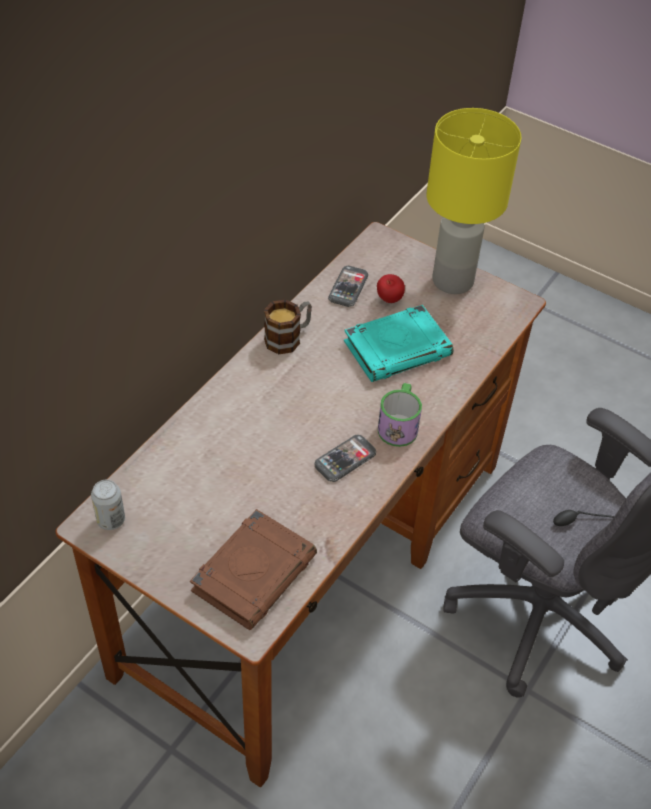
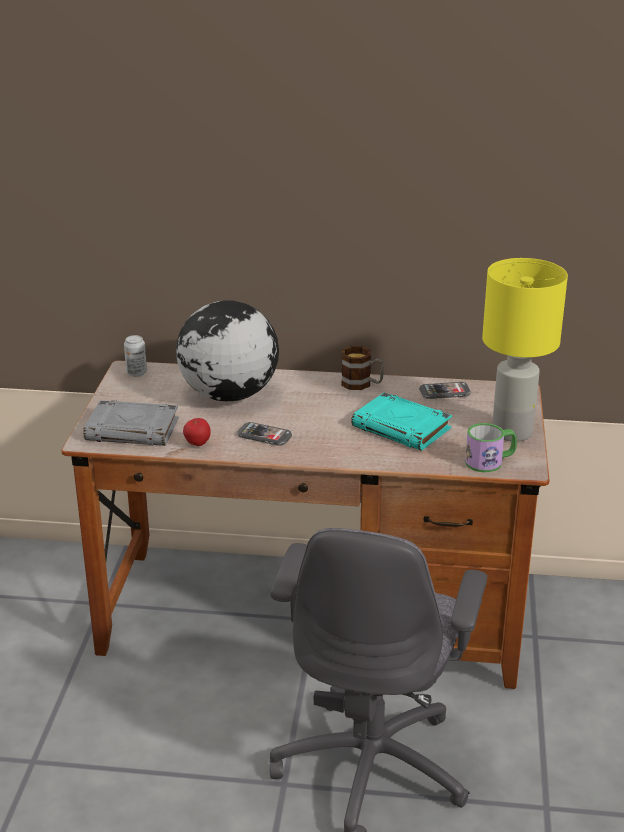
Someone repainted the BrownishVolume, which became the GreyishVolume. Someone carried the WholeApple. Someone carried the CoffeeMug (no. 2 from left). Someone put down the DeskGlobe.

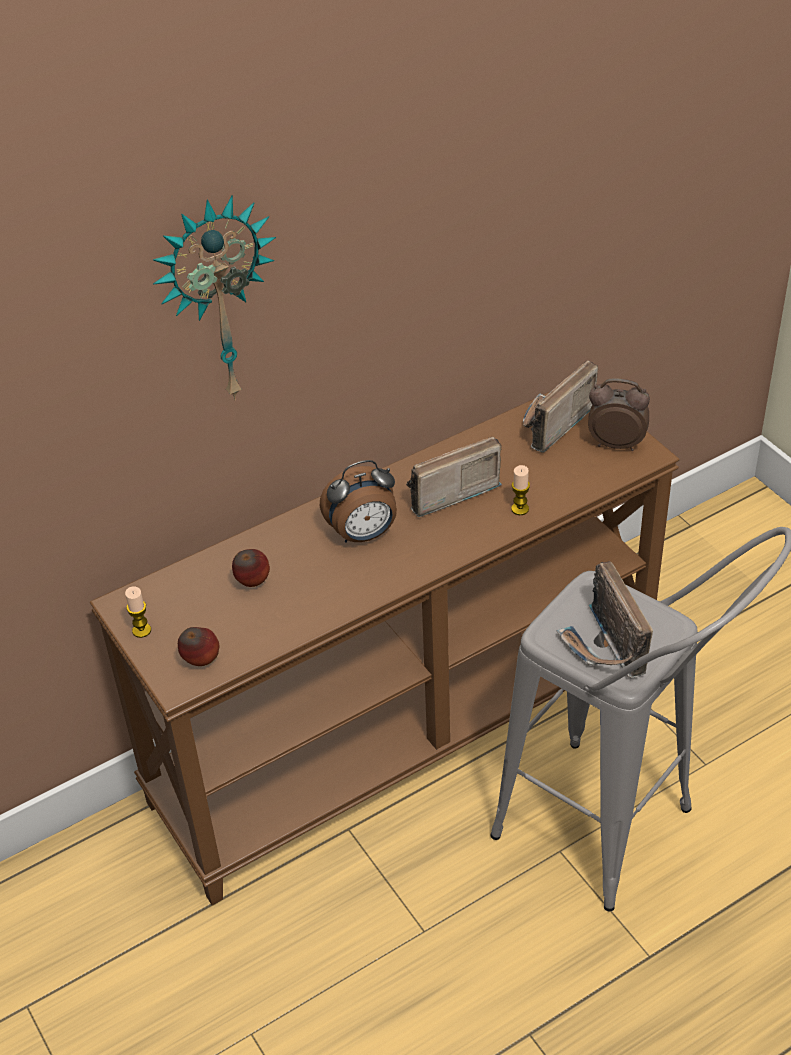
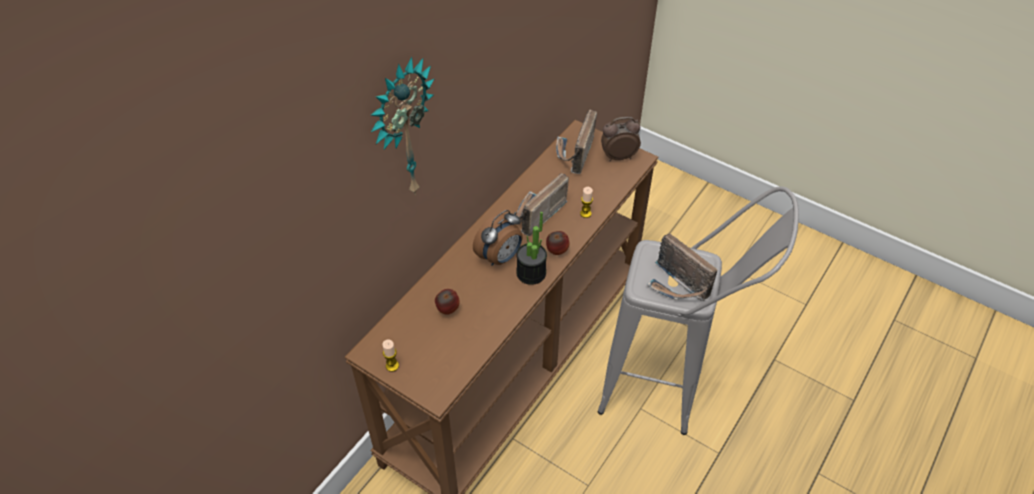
Someone carried the WholeApple (no. 1 from left in the first image). Someone put down the PottedPlant.

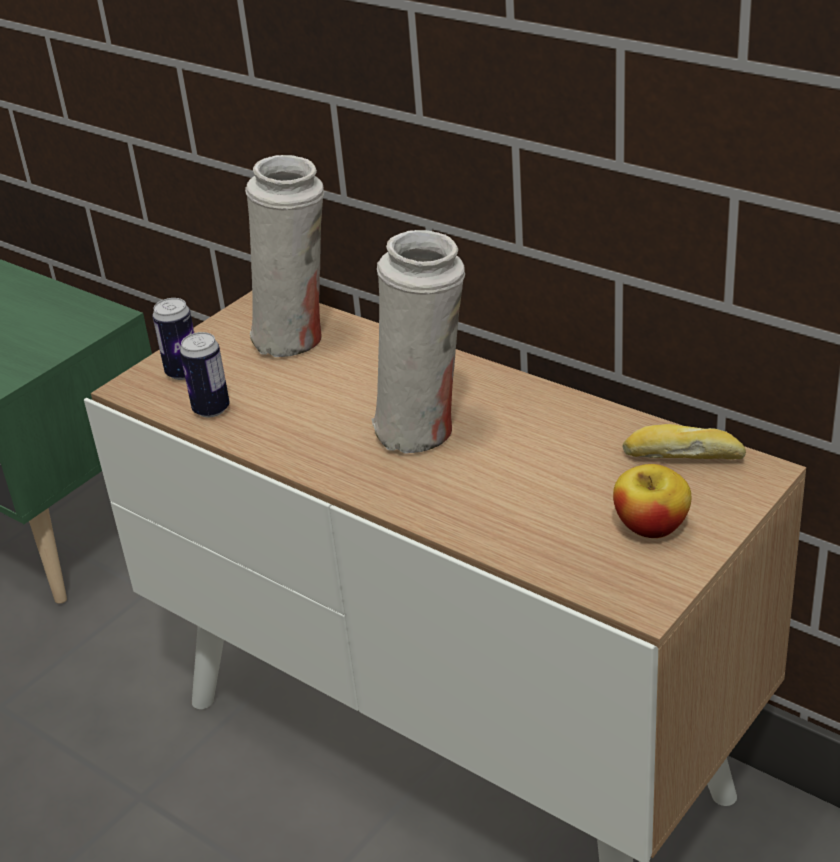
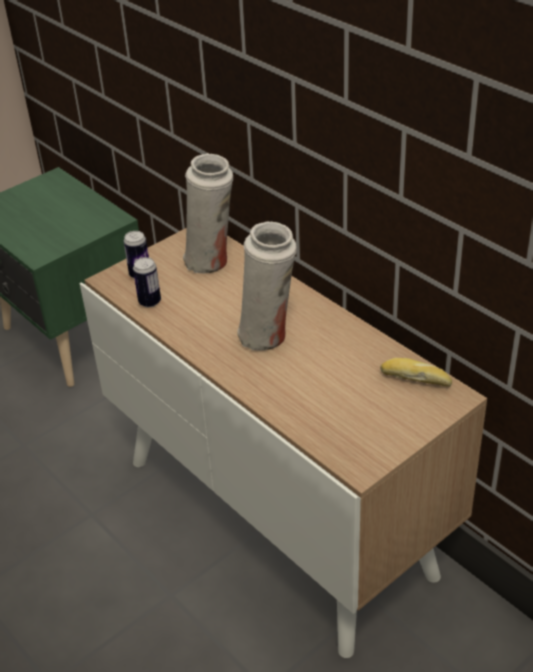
Someone took away the WholeApple.

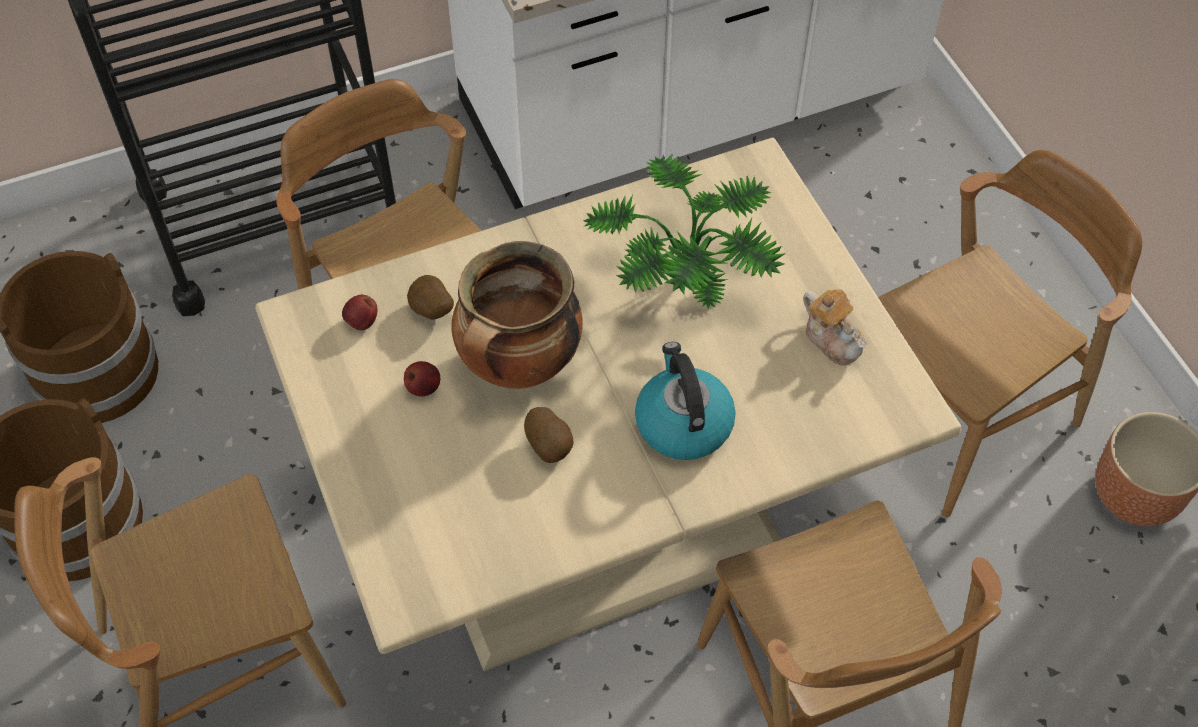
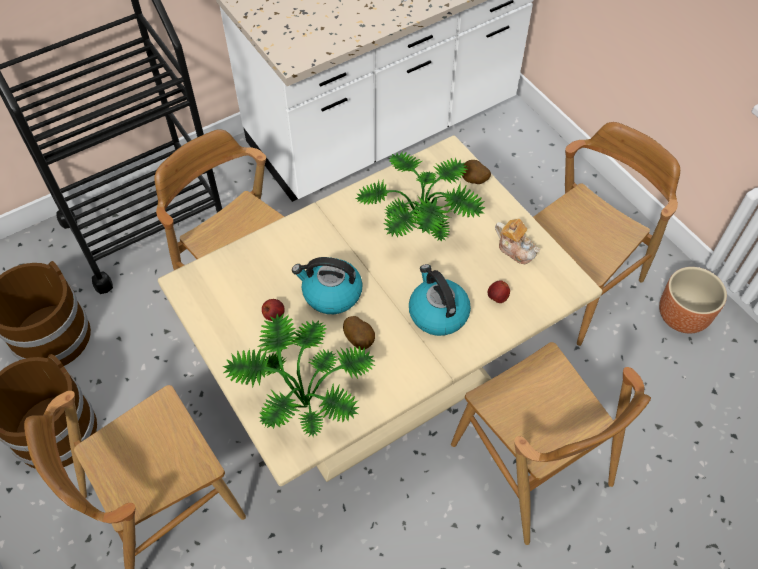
Someone carried the WholeApple (no. 1 from left in the first image). Someone carried the WholePotato (no. 1 from left in the first image). Someone swapped the Stockpot for the Kettle (no. 1 from left). Someone put down the PottedPlant (no. 1 from left).

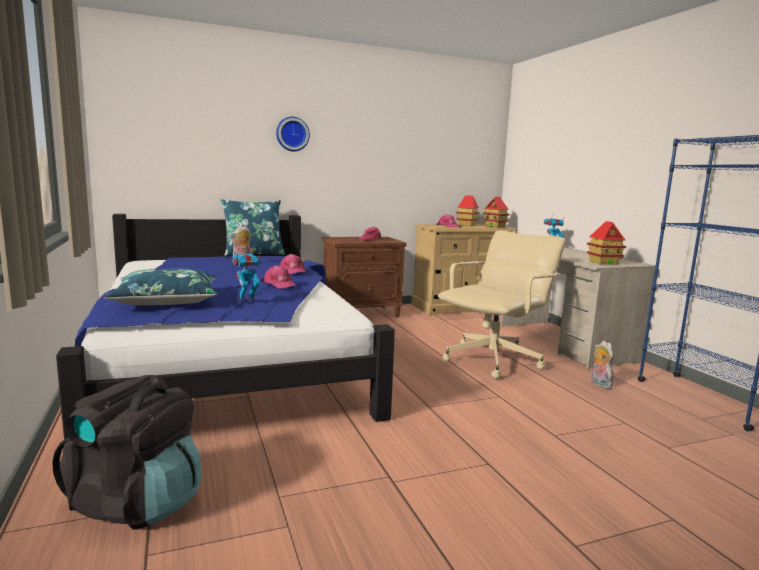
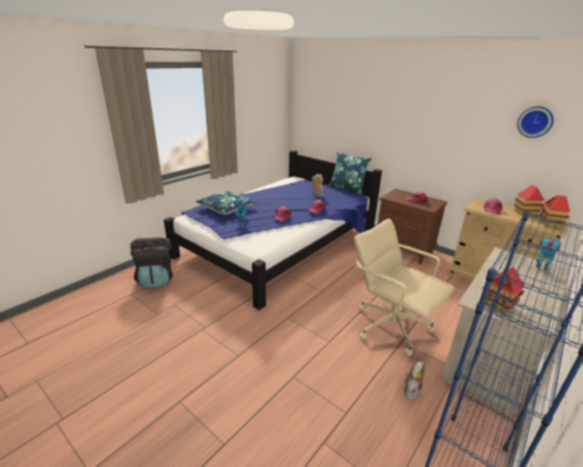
Someone carried the HangingClock. Someone rotated the BeigeDeskChair by 150 degrees counterclockwise.

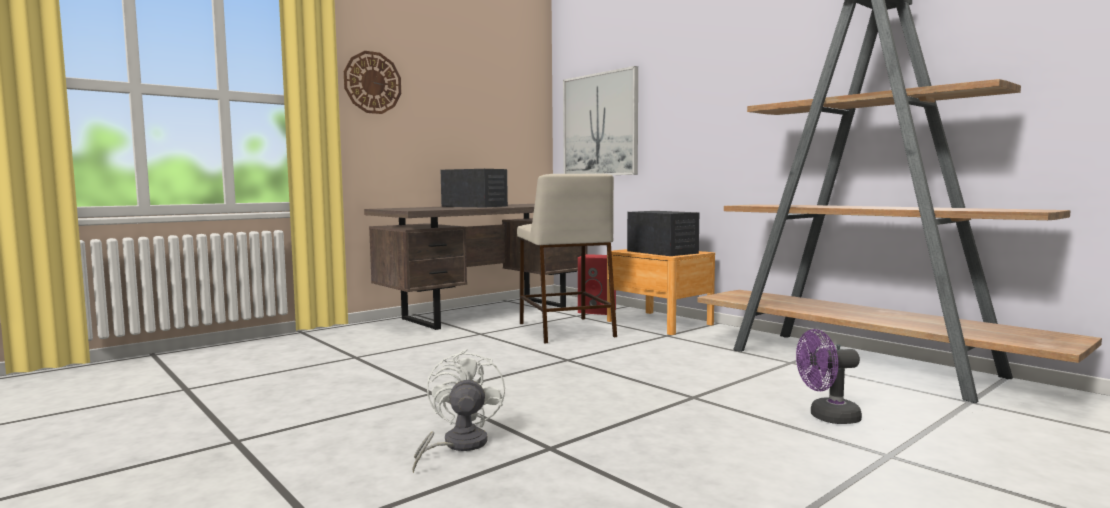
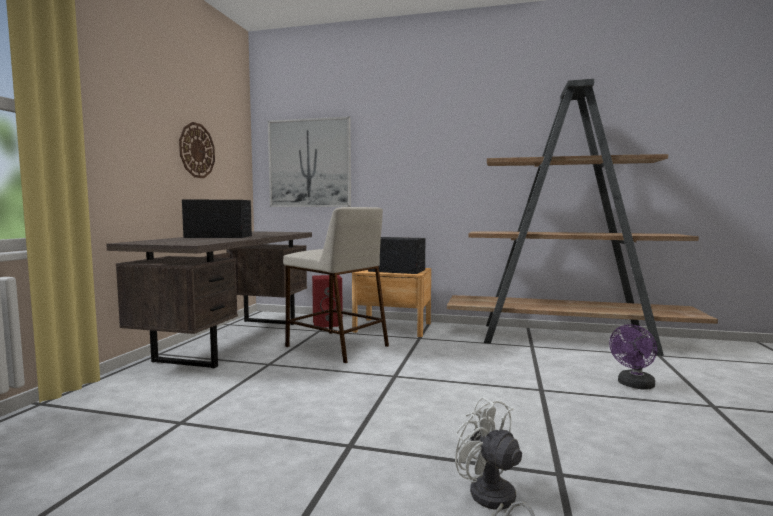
Someone carried the HangingClock.

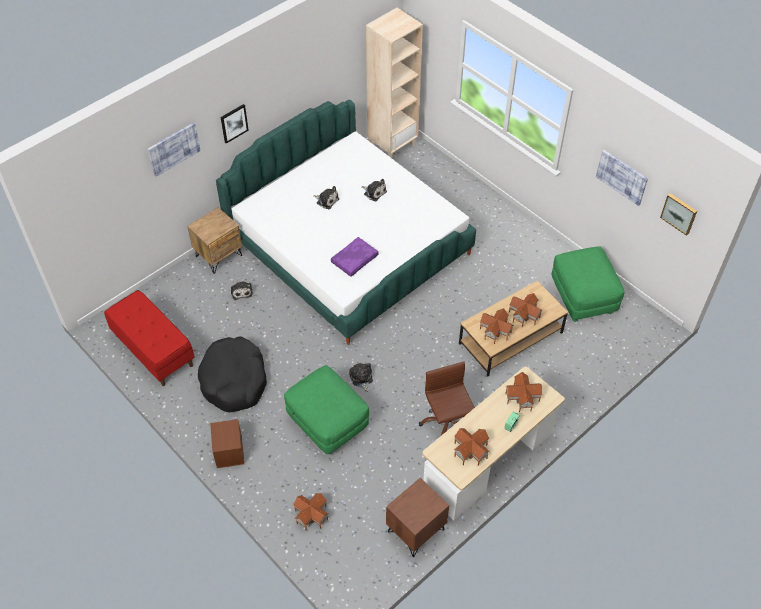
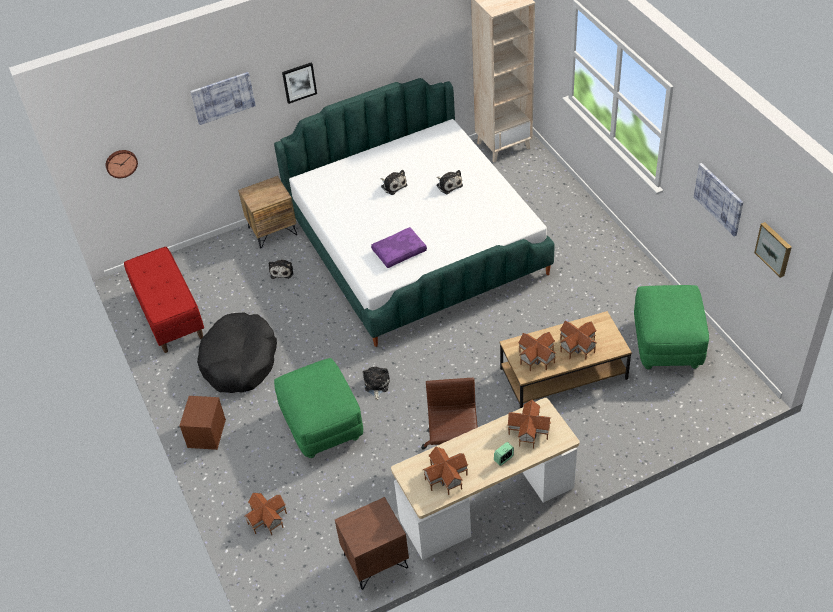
Someone put up the HangingClock.

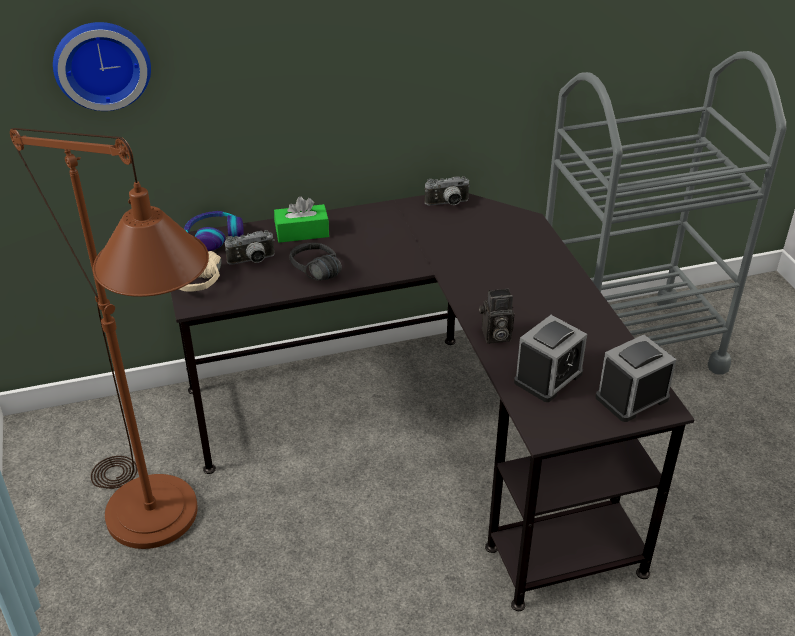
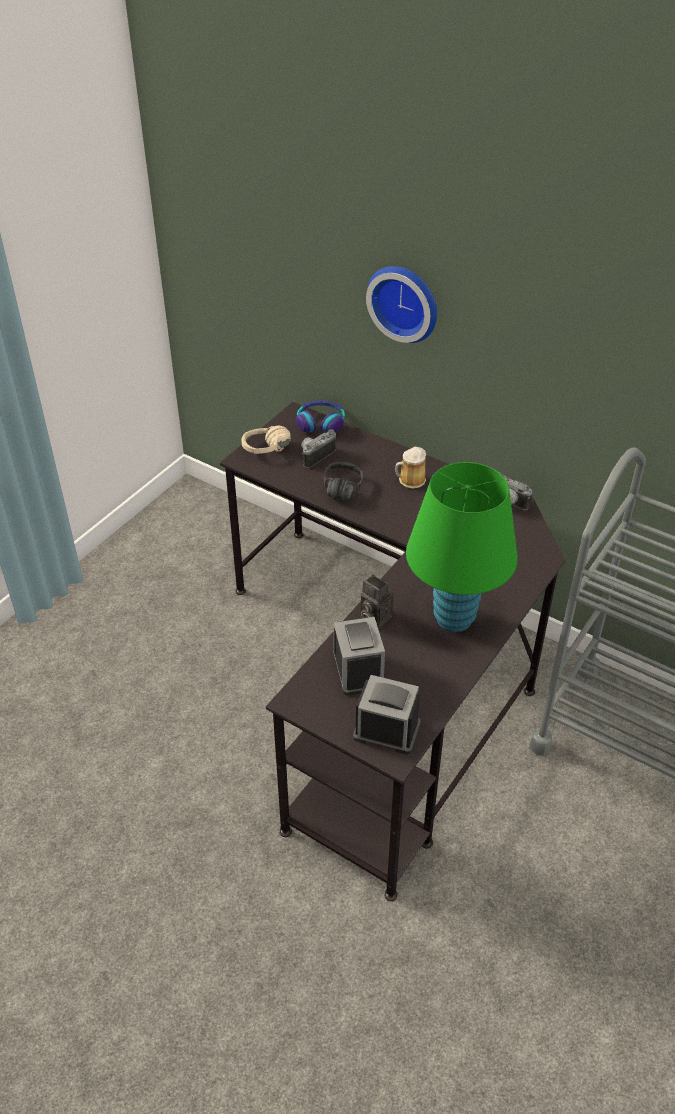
Someone took away the BrownishFloorLamp. Someone carried the HangingClock. Someone rotated the StillCamera (no. 1 from left) by 105 degrees clockwise. Someone took away the GreenColouredBoxOfTissues. Someone rotated the BedsideClock (no. 1 from left) by 105 degrees counterclockwise. Someone put down the CoffeeMug. Someone put down the GreenColouredTableLamp.

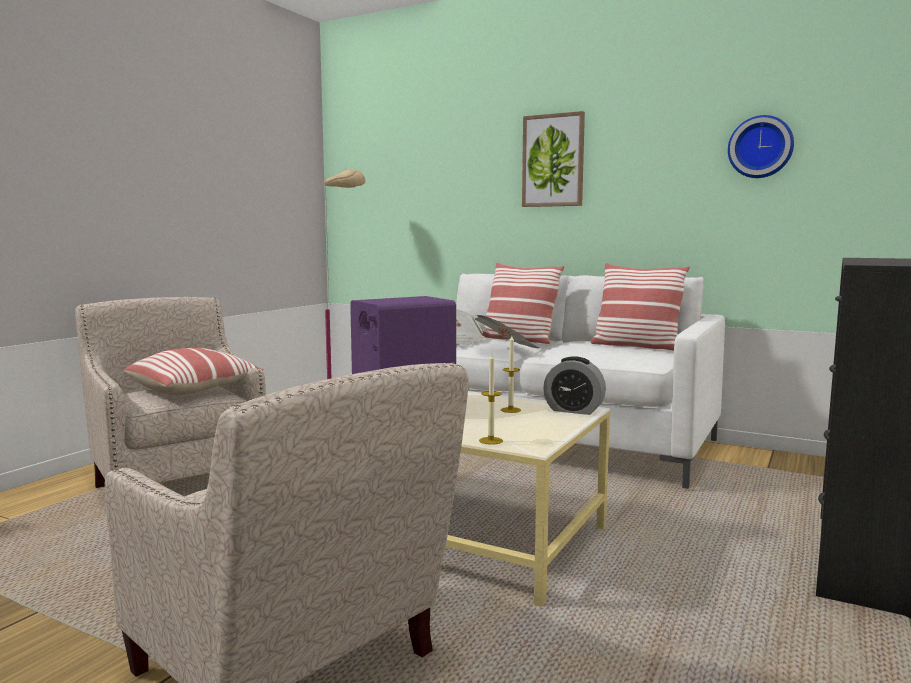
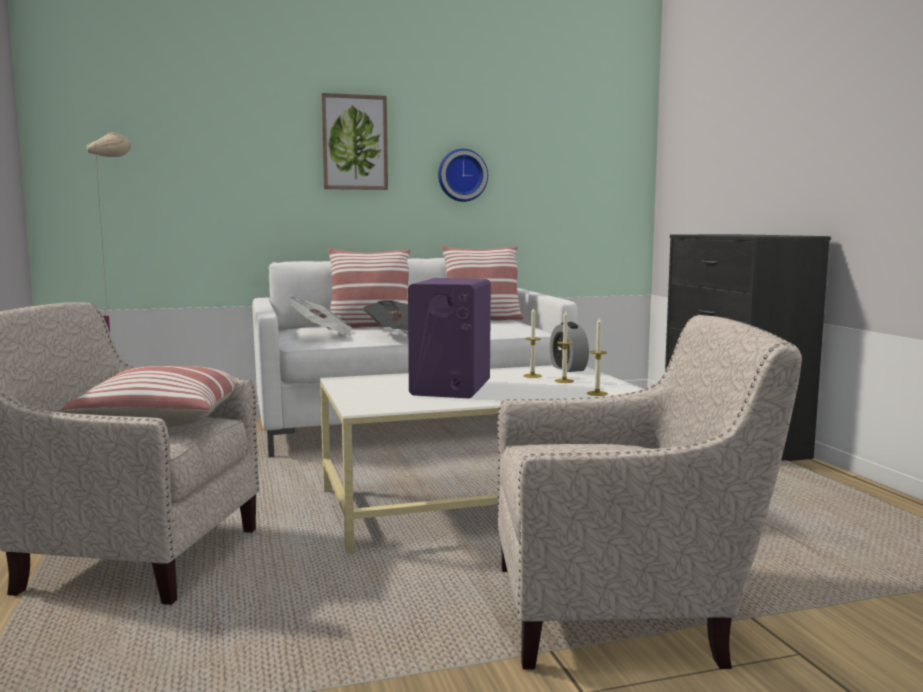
Someone rotated the BedsideClock by 90 degrees clockwise. Someone carried the HangingClock. Someone put down the WaxCandle (no. 2 from left).

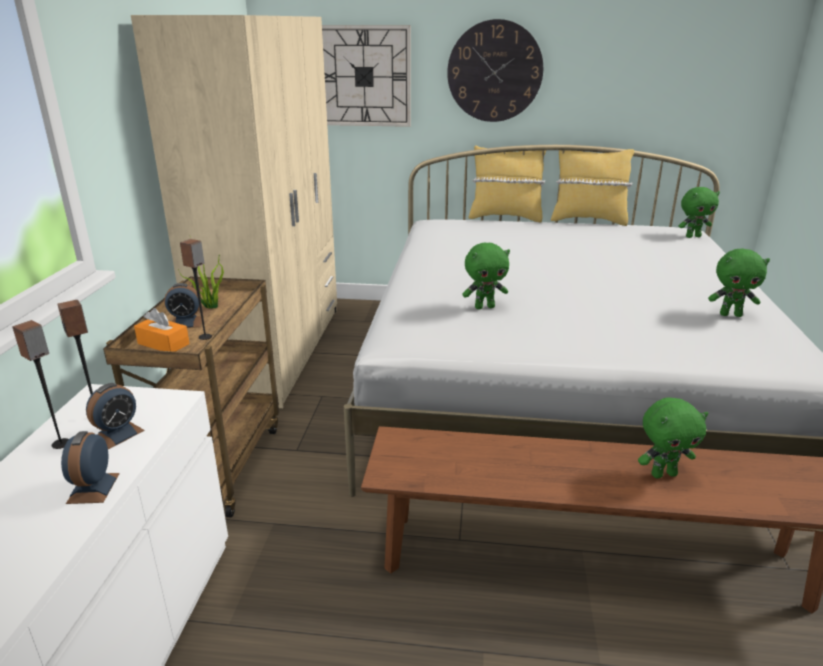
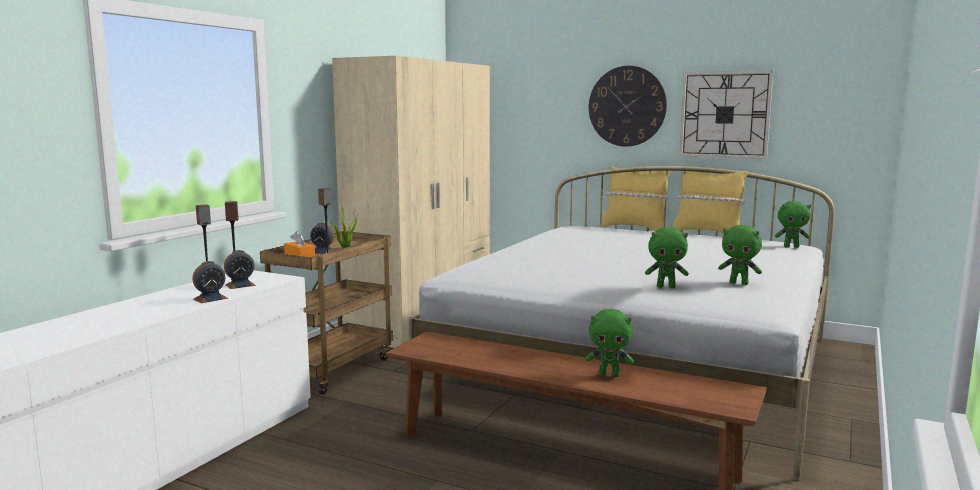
Someone rotated the BedsideClock (no. 1 from left) by 150 degrees counterclockwise. Someone carried the HangingClock (no. 1 from left in the first image). Someone carried the GreenColouredCuddlyToy (no. 1 from left in the first image).

